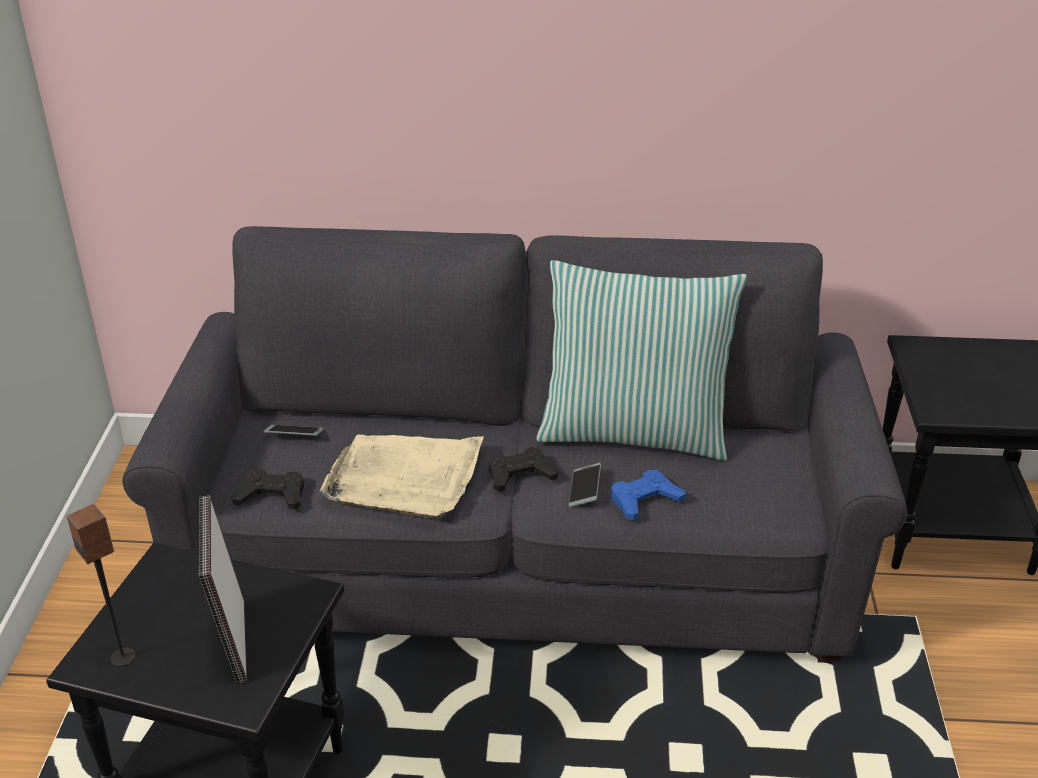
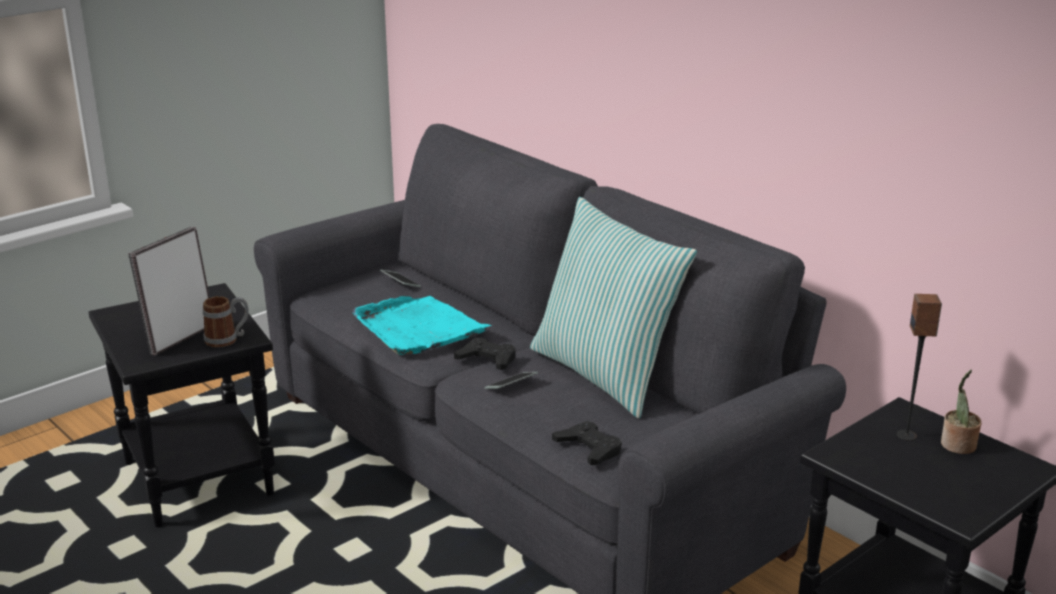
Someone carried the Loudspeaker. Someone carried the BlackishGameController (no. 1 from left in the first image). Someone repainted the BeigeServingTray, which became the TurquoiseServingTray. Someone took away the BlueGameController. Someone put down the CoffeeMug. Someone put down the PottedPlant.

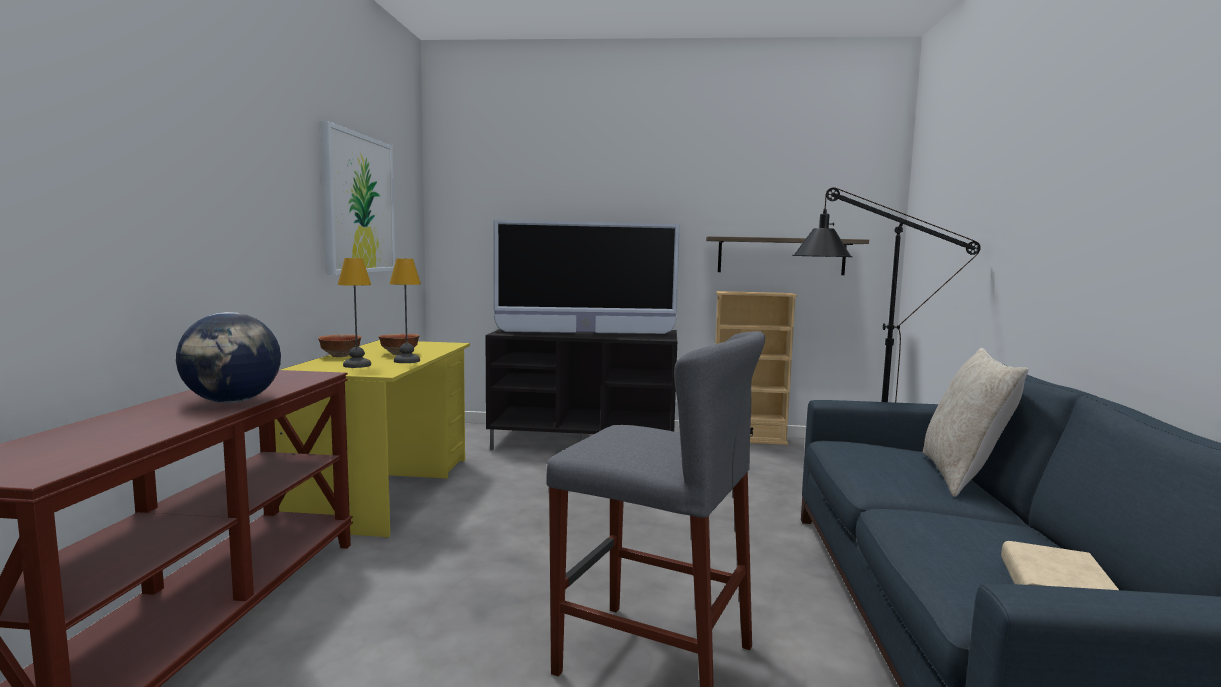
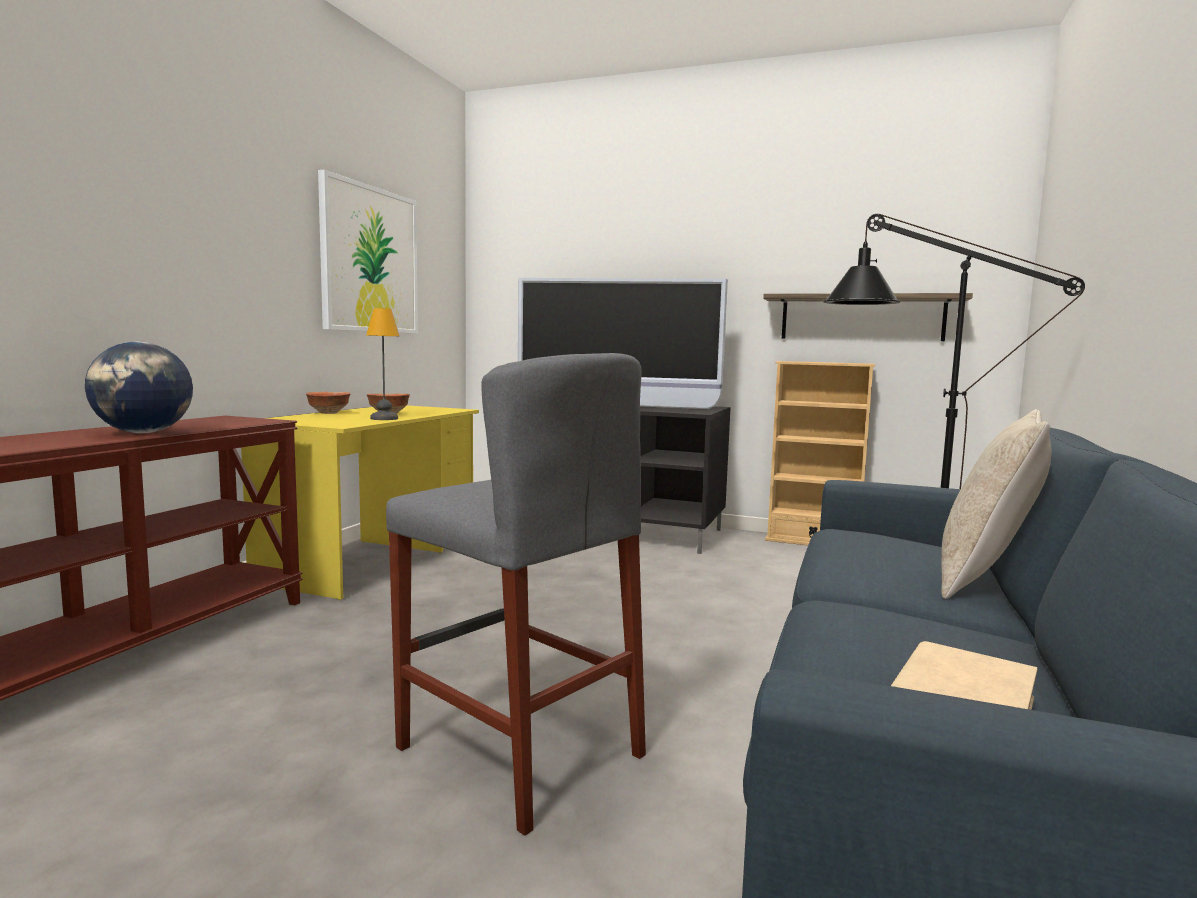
Someone took away the TableLamp (no. 1 from left).

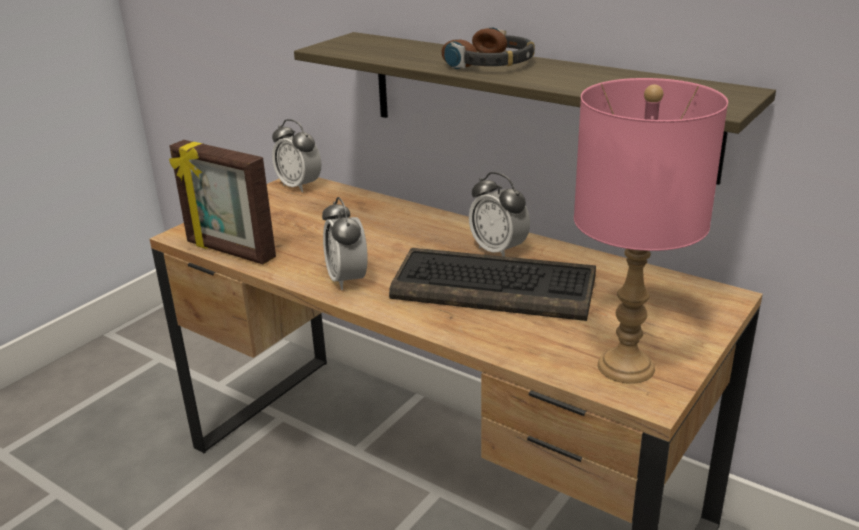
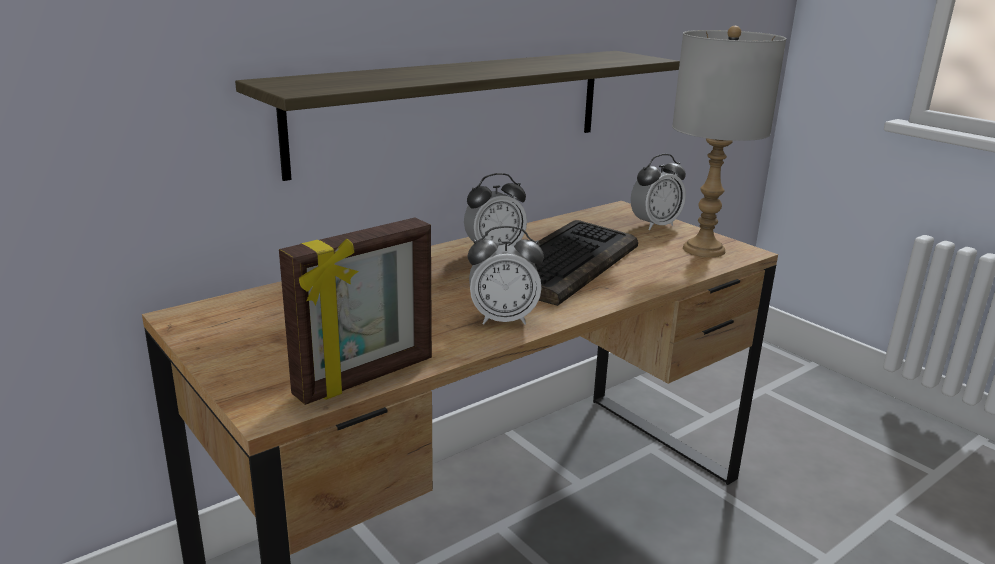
Someone carried the BedsideClock (no. 1 from left in the first image). Someone took away the PairOfHeadphones. Someone repainted the PinkishTableLamp, which became the GreyishTableLamp.

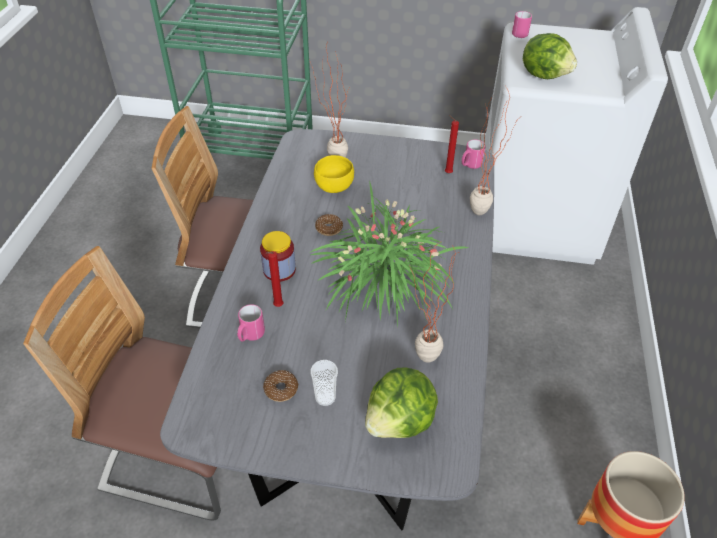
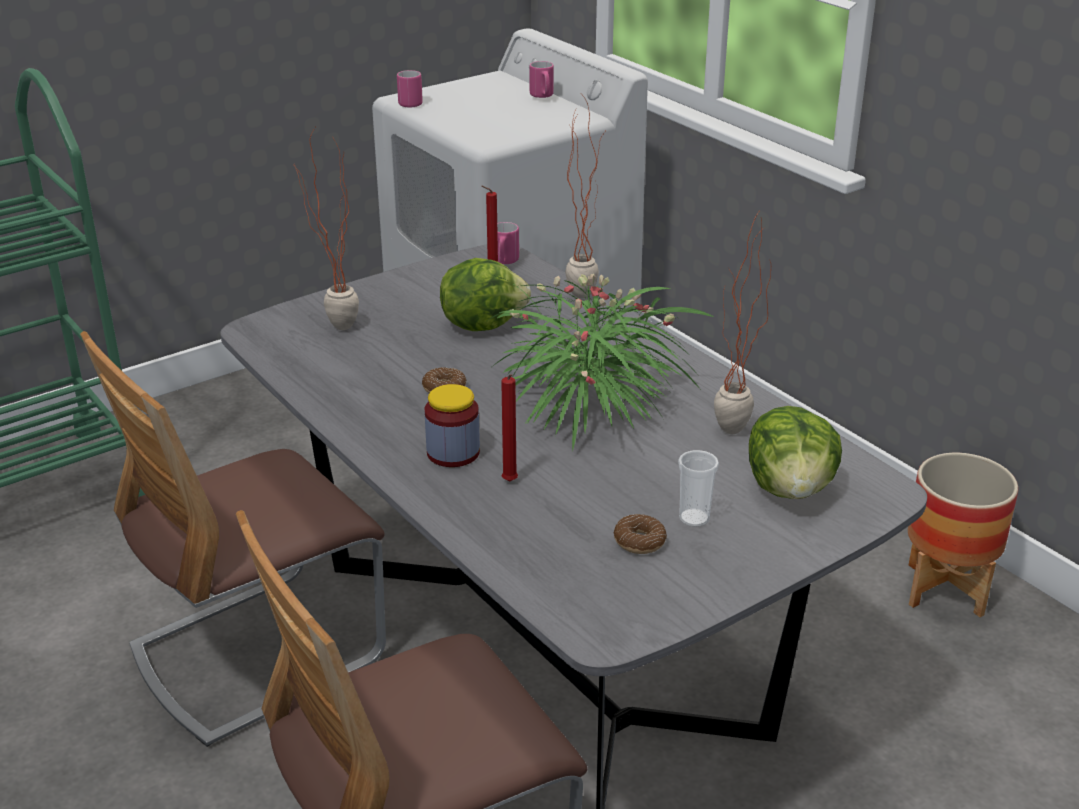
Someone carried the PinkishCoffeeMug (no. 1 from left in the first image). Someone took away the YellowDeepDish. Someone carried the HeadOfLettuce (no. 2 from left in the first image).

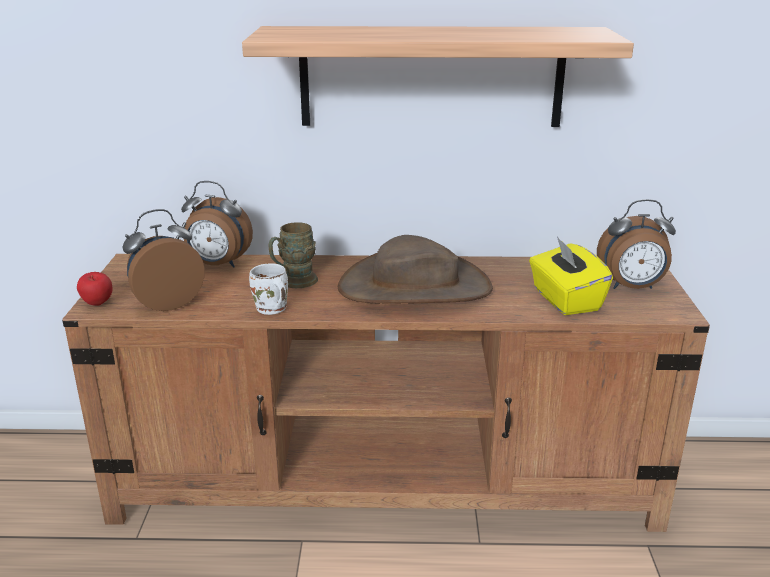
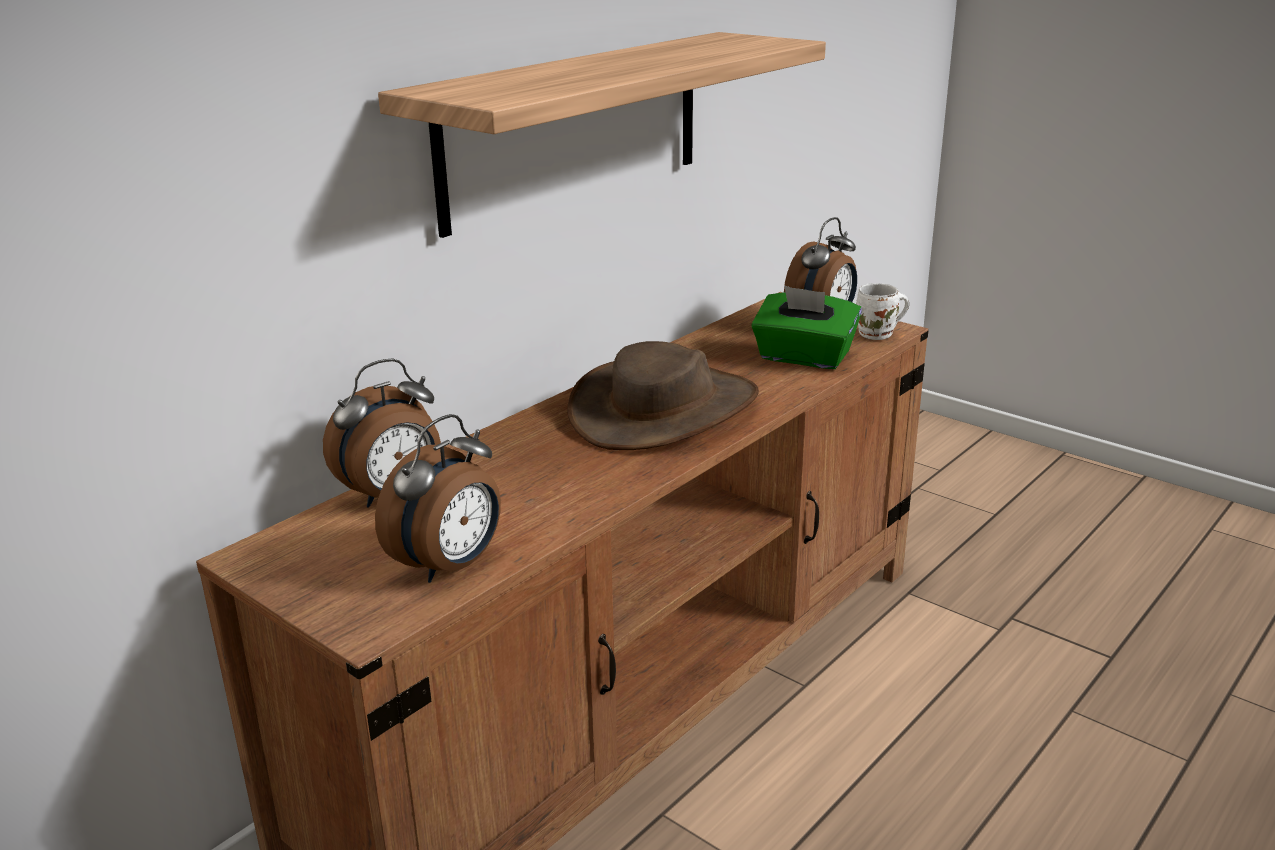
Someone took away the WholeApple. Someone rotated the BedsideClock (no. 1 from left in the first image) by 150 degrees counterclockwise. Someone carried the WhiteColouredCoffeeMug. Someone took away the BrownishCoffeeMug. Someone repainted the YellowBoxOfTissues, which became the GreenColouredBoxOfTissues.

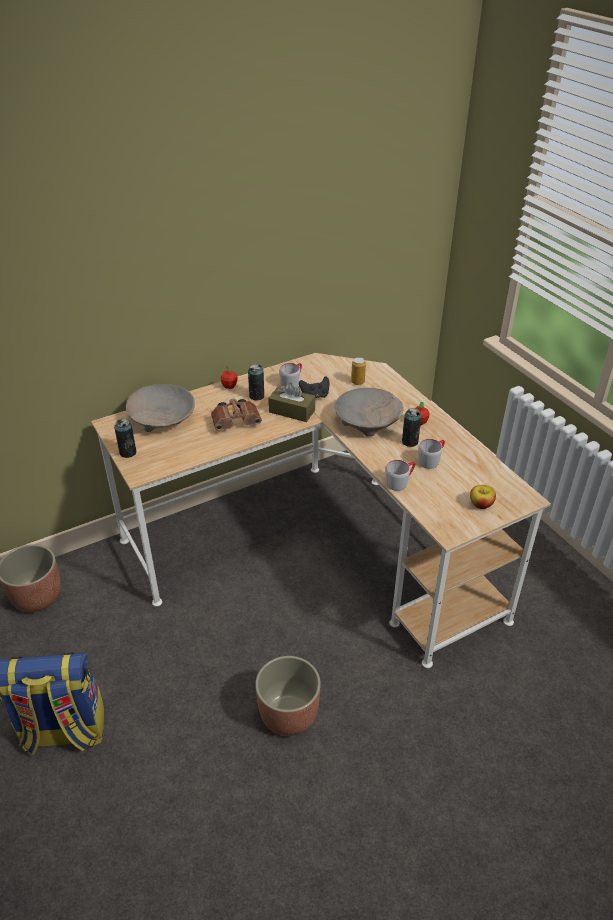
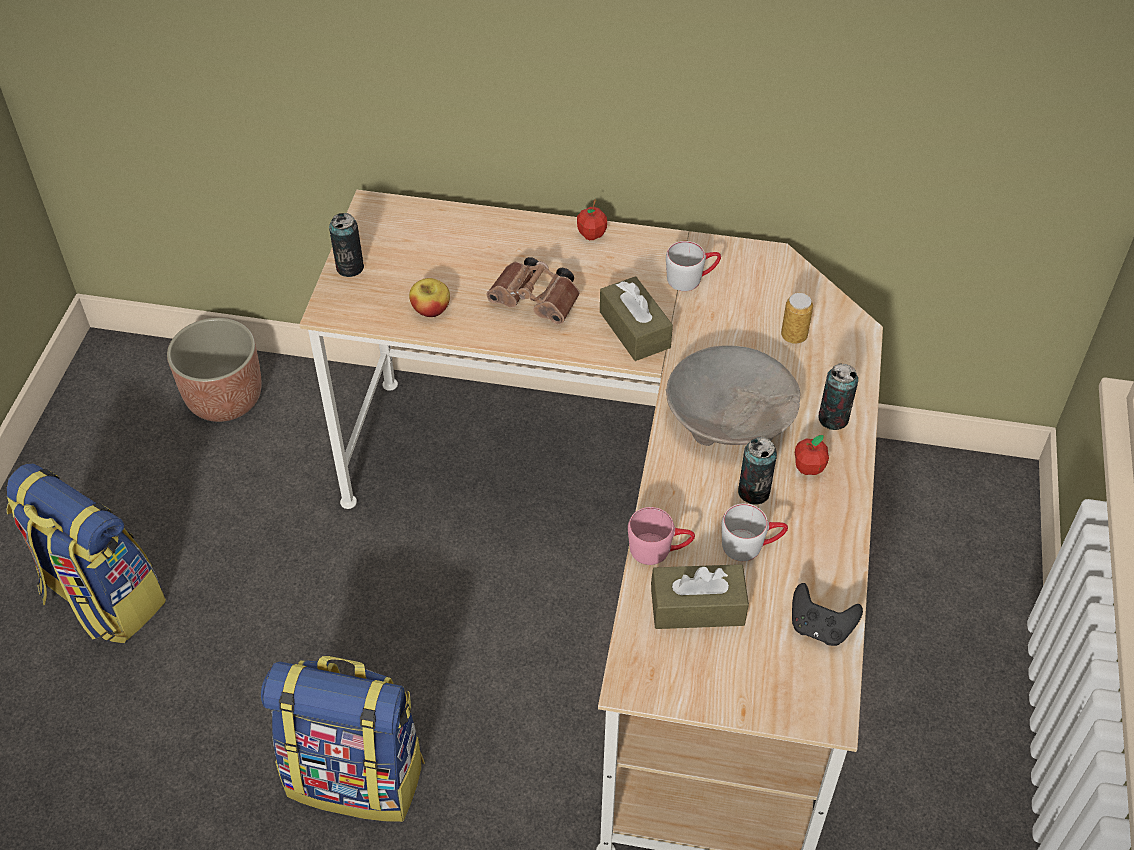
Someone took away the BeigeDeepDish (no. 1 from left). Someone carried the SealedCan (no. 2 from left in the first image). Someone swapped the Planter (no. 2 from left) for the Rucksack (no. 2 from left). Someone carried the BlackishGameController. Someone repainted the GreyishCoffeeMug (no. 2 from left), which became the PinkishCoffeeMug. Someone carried the WholeApple (no. 3 from left in the first image). Someone put down the BrownishBoxOfTissues (no. 2 from left).

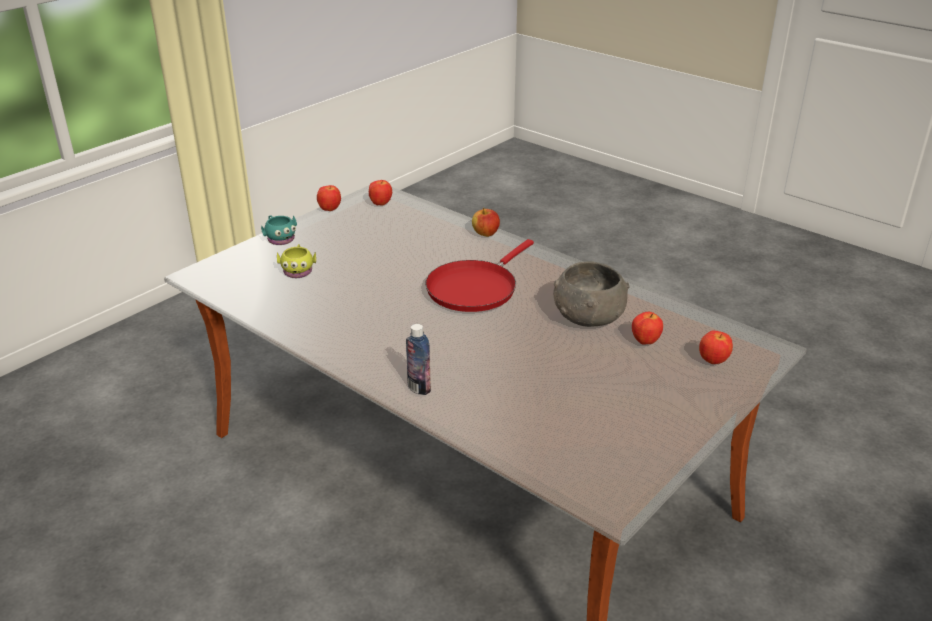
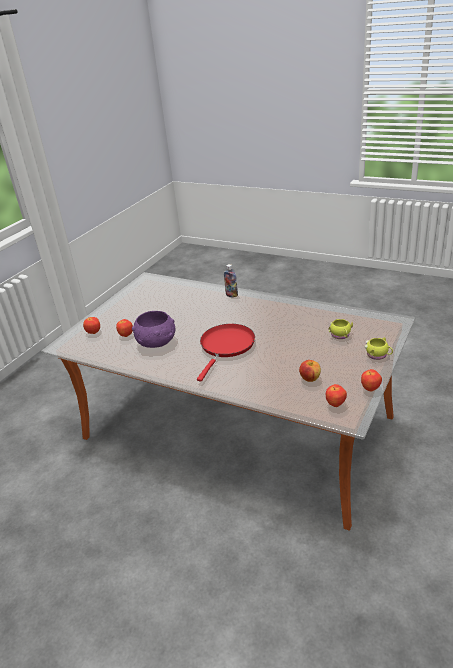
Someone repainted the TurquoiseCoffeeMug, which became the YellowCoffeeMug (no. 2 from left). Someone carried the WholeApple (no. 3 from left). Someone repainted the GreyishDeepDish, which became the PurpleDeepDish.

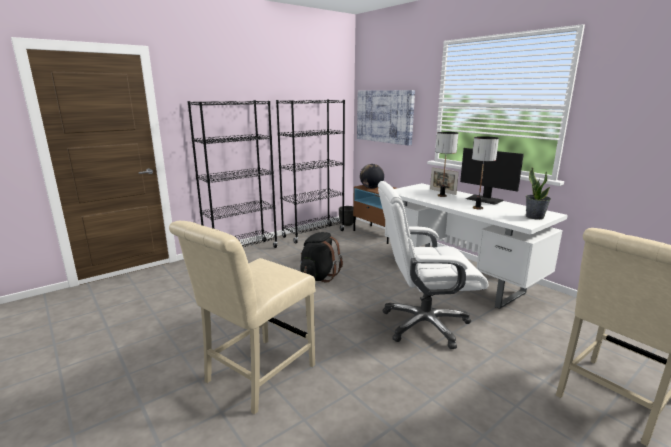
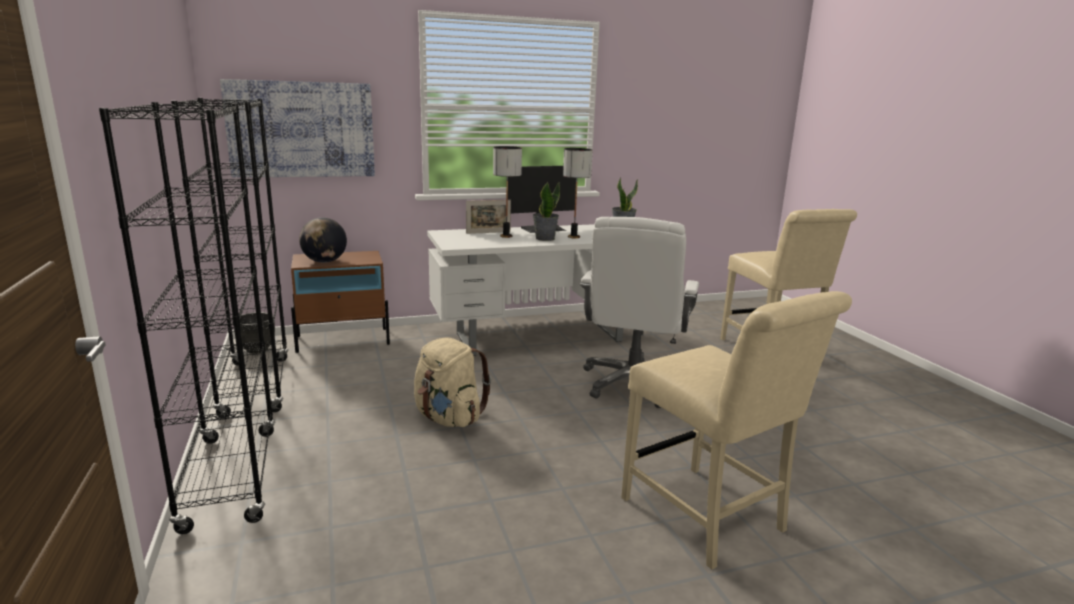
Someone repainted the BlackishRucksack, which became the BeigeRucksack. Someone put down the PottedPlant (no. 1 from left).

